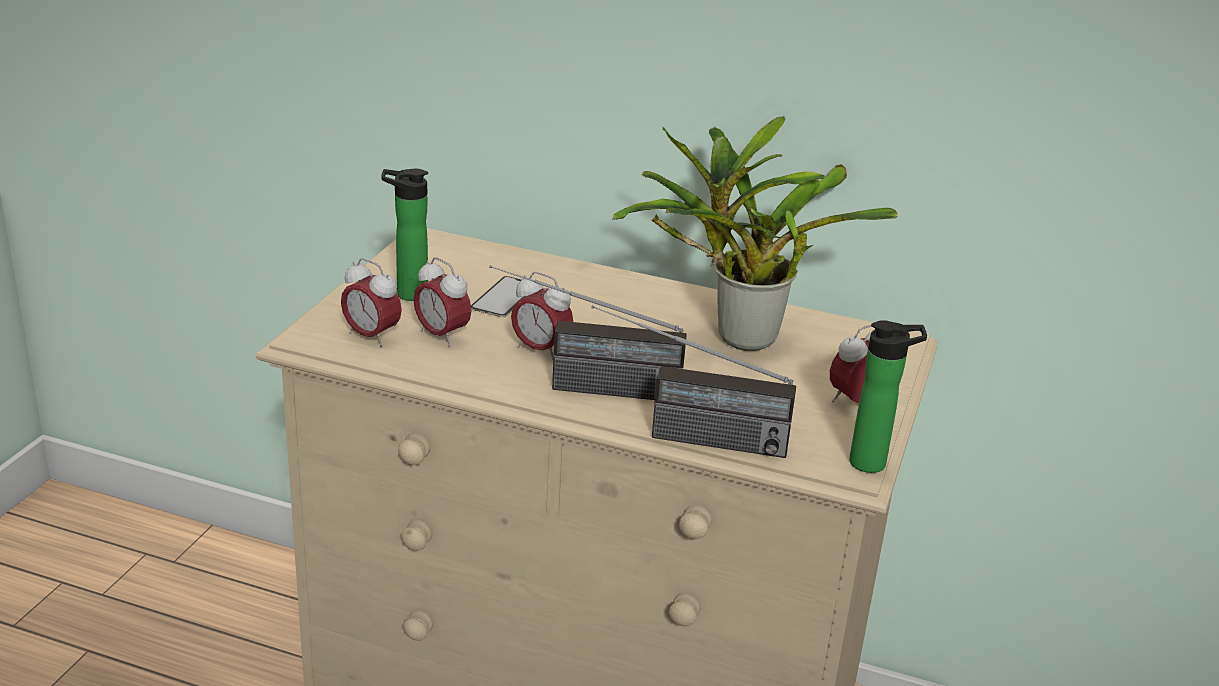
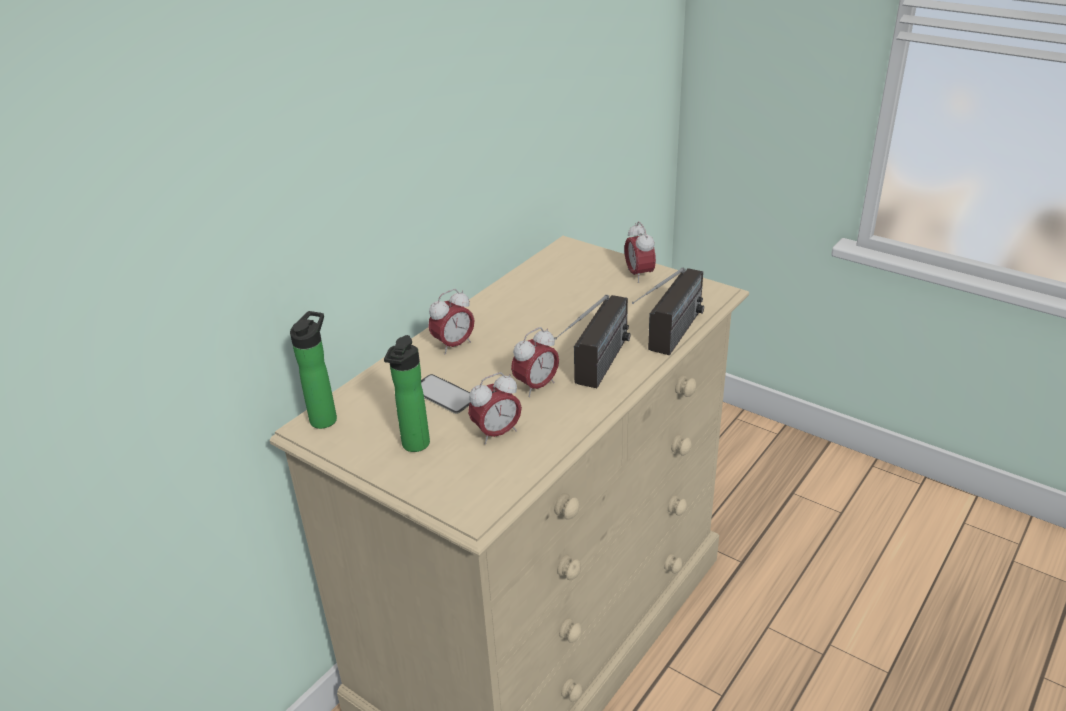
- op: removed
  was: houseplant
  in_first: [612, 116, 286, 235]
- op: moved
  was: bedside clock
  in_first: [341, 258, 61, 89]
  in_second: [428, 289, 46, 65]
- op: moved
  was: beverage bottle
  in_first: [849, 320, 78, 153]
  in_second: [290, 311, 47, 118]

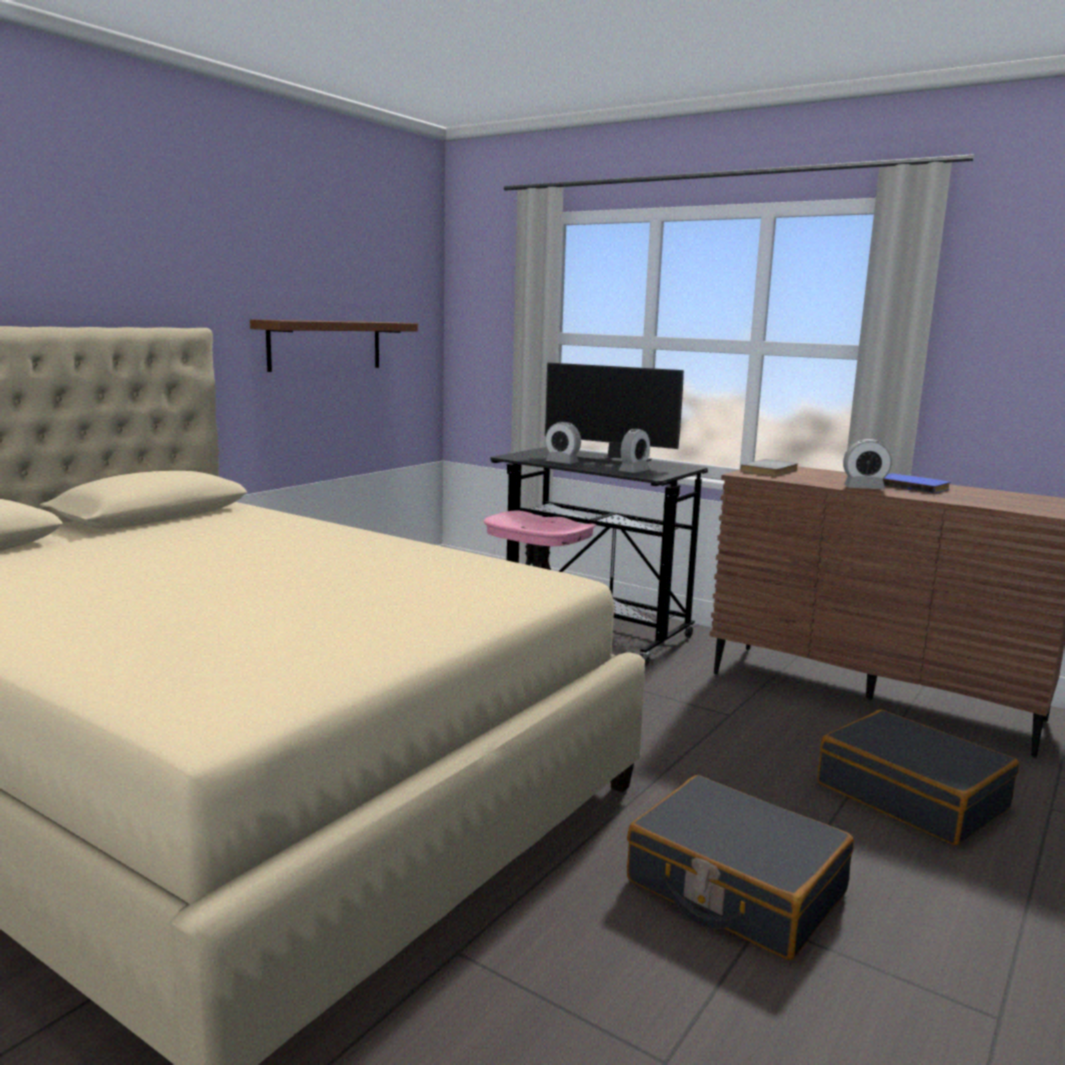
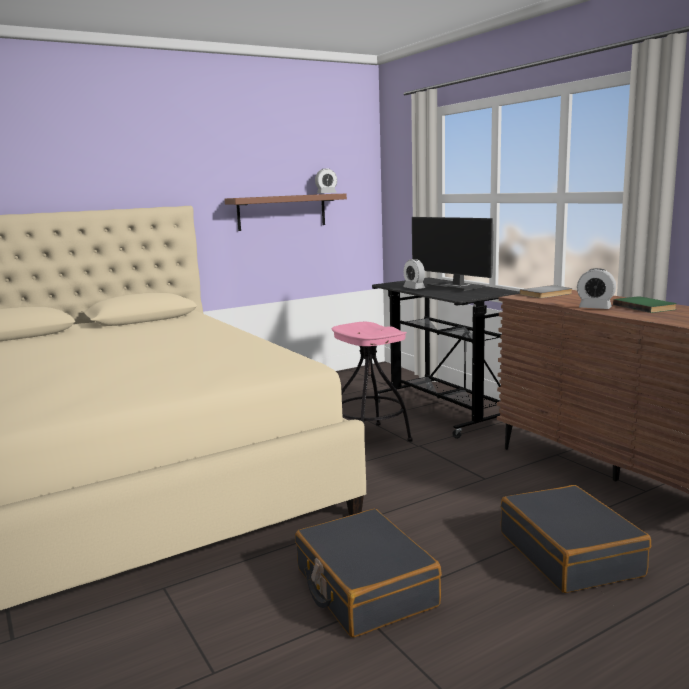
- op: moved
  was: bedside clock
  in_first: [619, 429, 31, 44]
  in_second: [315, 168, 22, 25]
- op: recoloured
  was: bluish bound book
  now: green-coloured bound book
  in_first: [883, 473, 67, 21]
  in_second: [613, 296, 64, 17]

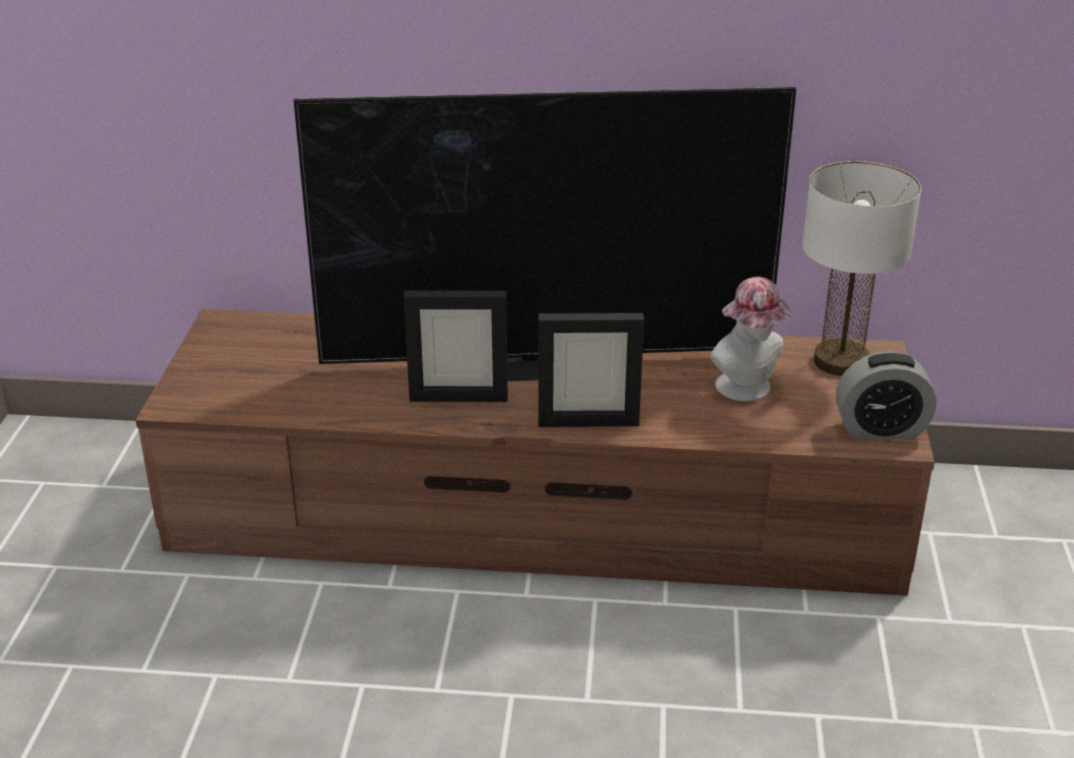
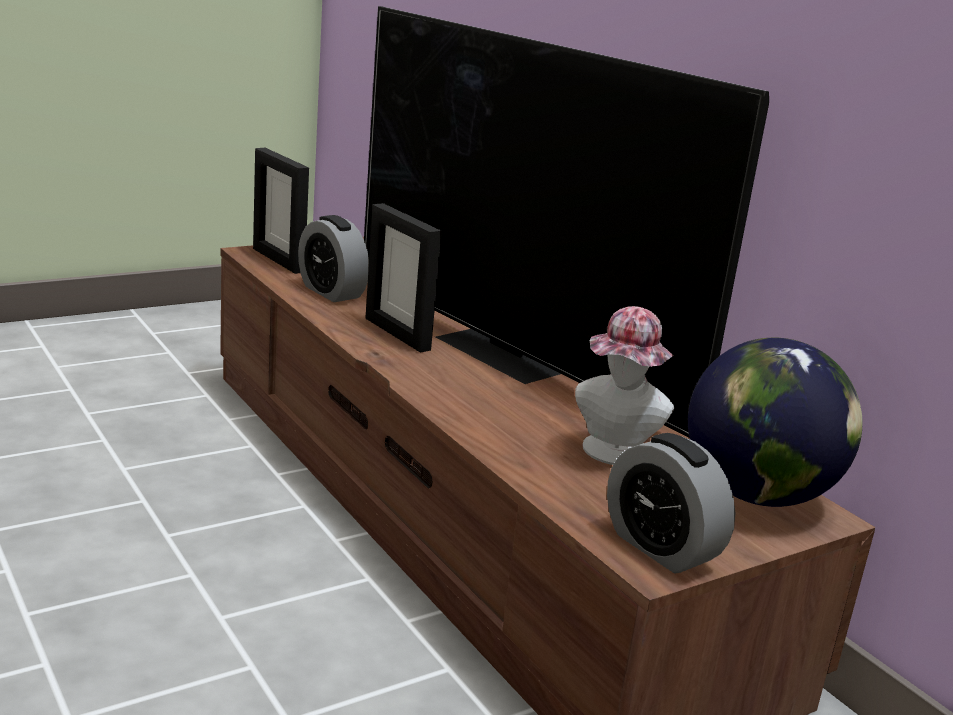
- op: replaced
  was: lamp for a table
  now: desk globe
  in_first: [802, 161, 119, 215]
  in_second: [688, 337, 175, 170]
- op: moved
  was: standing frame
  in_first: [538, 313, 106, 114]
  in_second: [253, 148, 56, 126]
- op: added
  now: bedside clock
  in_second: [298, 215, 71, 87]

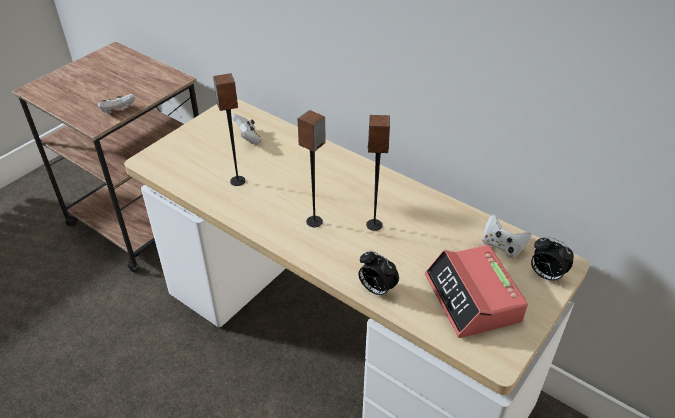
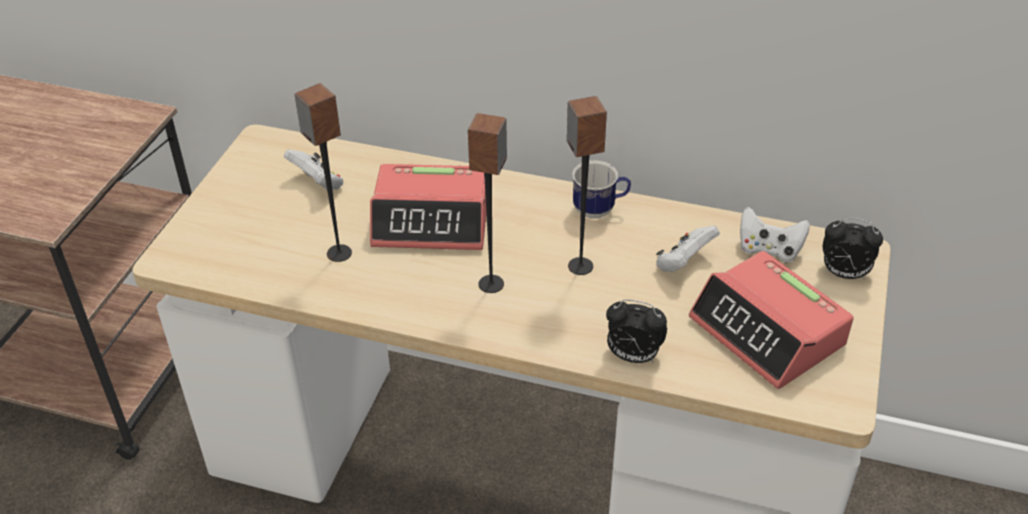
- op: moved
  was: white joypad
  in_first: [98, 94, 37, 20]
  in_second: [656, 226, 64, 46]
- op: added
  now: tea mug
  in_second: [572, 161, 59, 58]
- op: added
  now: bedside clock
  in_second: [370, 164, 117, 86]

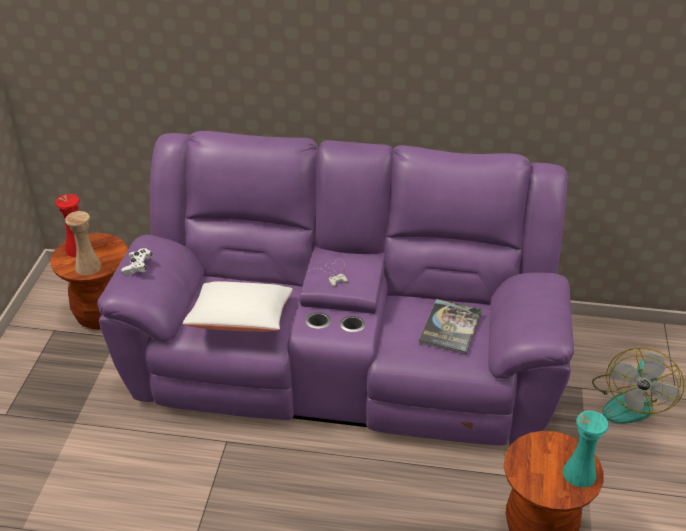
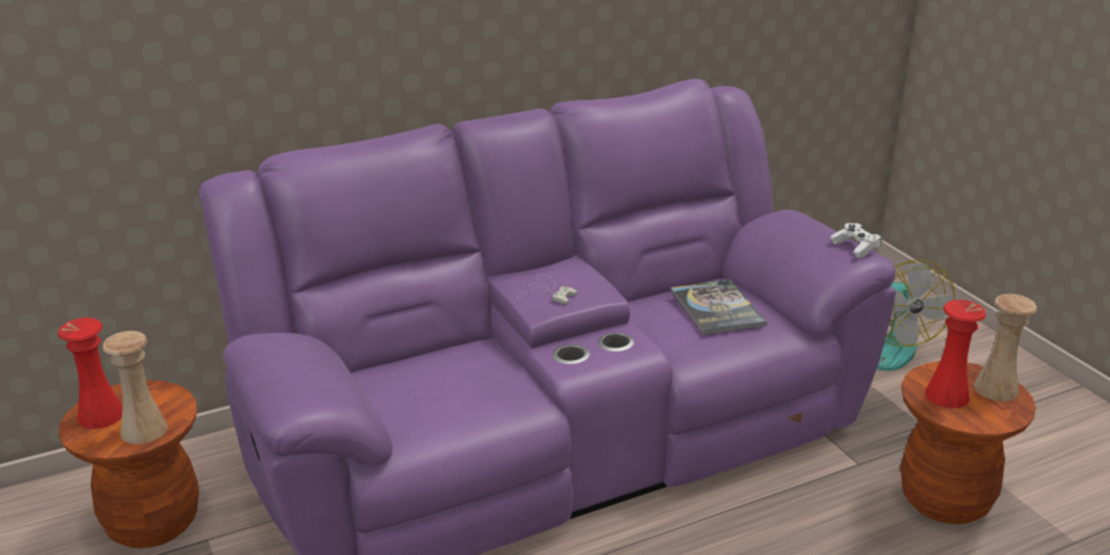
- op: moved
  was: white joypad
  in_first: [121, 248, 31, 27]
  in_second: [830, 223, 52, 35]
- op: removed
  was: white cushion
  in_first: [183, 281, 110, 51]
- op: recoloured
  was: blue-green decorative vase
  now: beige decorative vase
  in_first: [563, 411, 46, 76]
  in_second: [974, 294, 63, 107]
- op: added
  now: reddish decorative vase
  in_second: [925, 300, 61, 108]

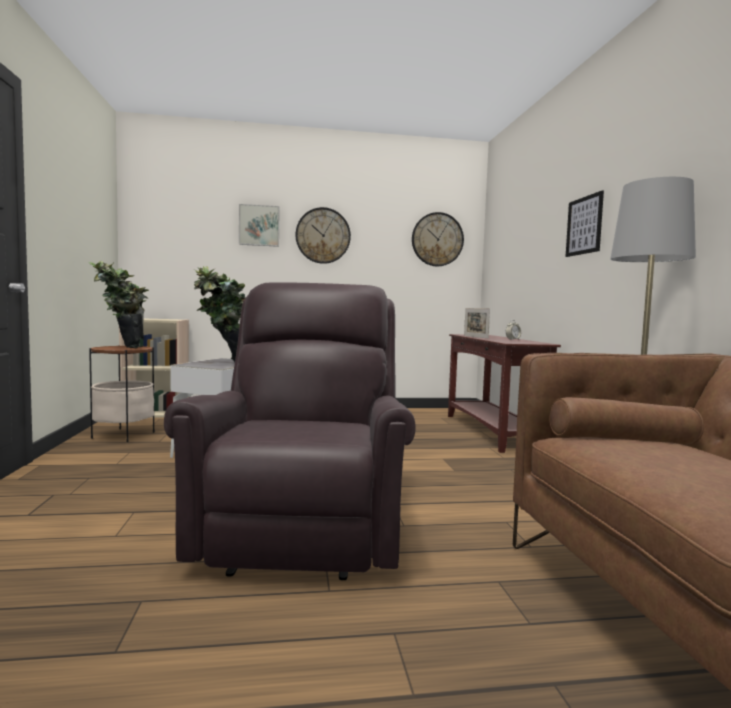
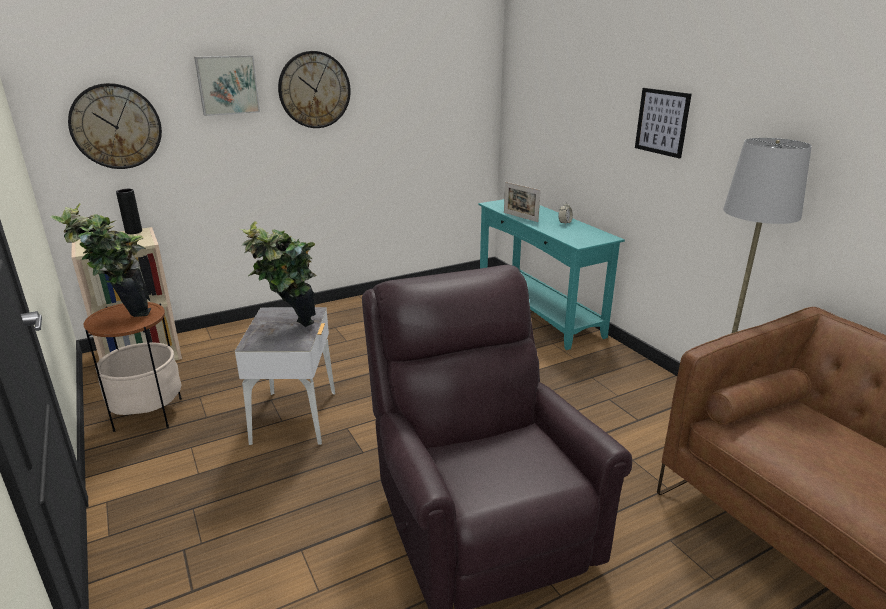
- op: moved
  was: hanging clock
  in_first: [412, 212, 52, 54]
  in_second: [68, 83, 94, 86]
- op: recoloured
  was: brown console table
  now: blue-green console table
  in_first: [448, 334, 113, 119]
  in_second: [478, 199, 147, 151]
- op: added
  now: blackish decorative vase
  in_second: [116, 189, 26, 45]

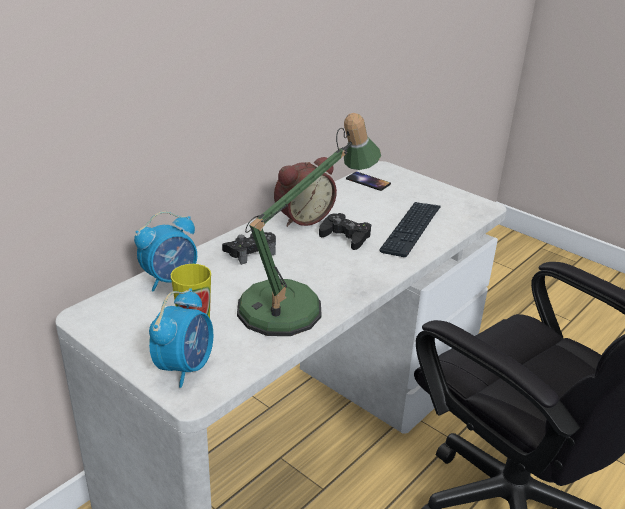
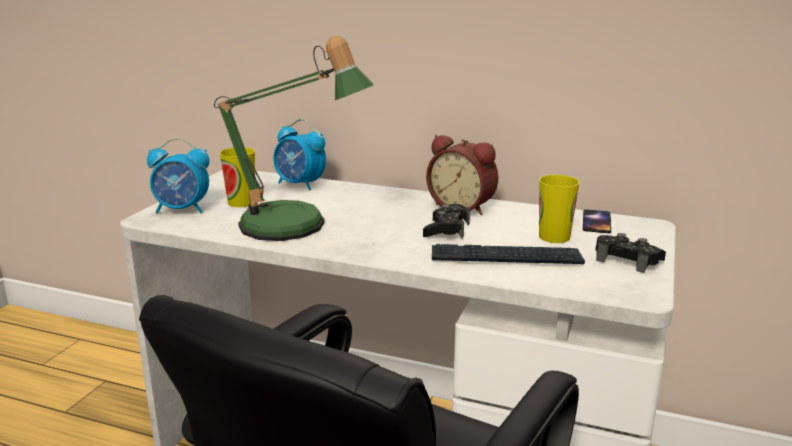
- op: moved
  was: blackish joypad
  in_first: [222, 232, 54, 33]
  in_second: [596, 233, 70, 40]
- op: added
  now: small cup
  in_second: [539, 175, 41, 68]

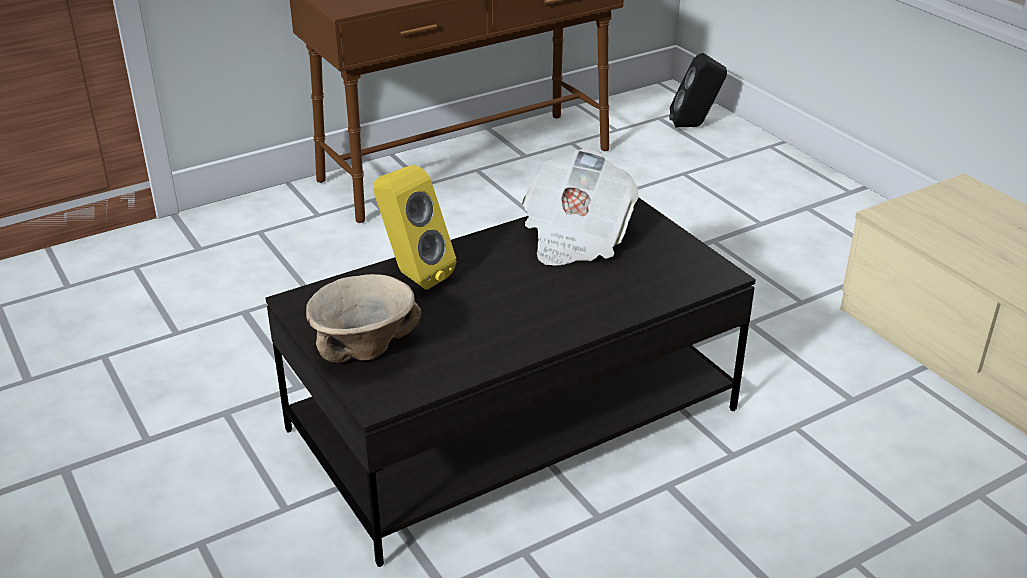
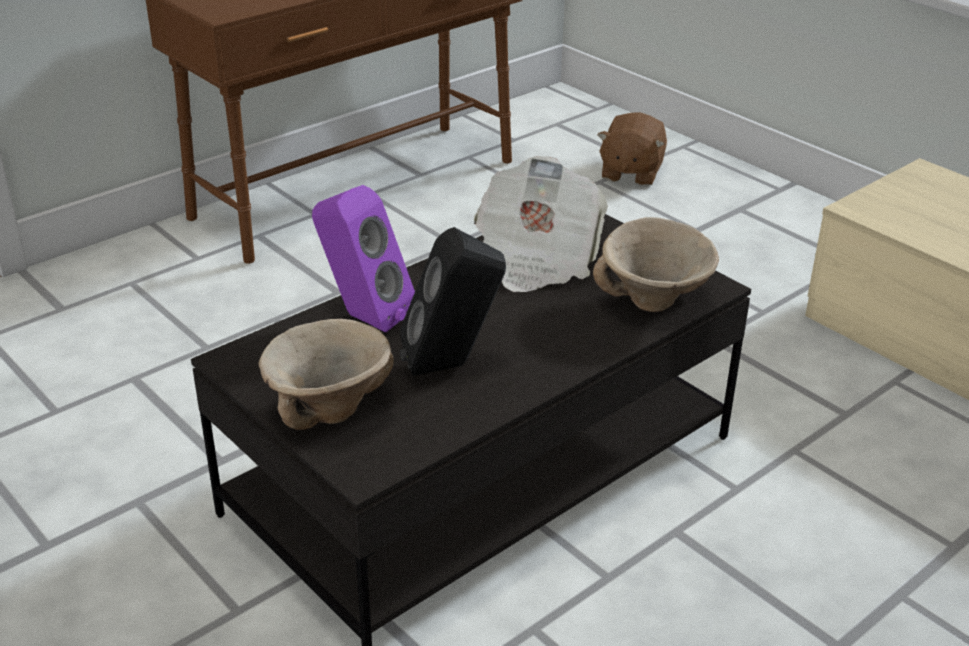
- op: moved
  was: blackish audio speaker
  in_first: [669, 53, 58, 74]
  in_second: [400, 227, 106, 149]
- op: recoloured
  was: yellow-coloured audio speaker
  now: purple-coloured audio speaker
  in_first: [373, 165, 83, 125]
  in_second: [312, 185, 103, 147]
- op: added
  now: brown cuddly toy
  in_second: [597, 112, 70, 74]
- op: added
  now: beige serving bowl
  in_second: [593, 217, 126, 95]

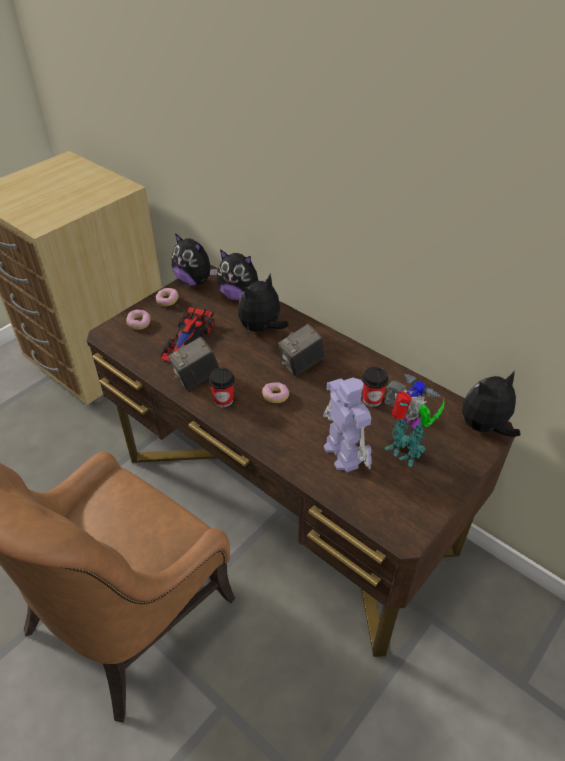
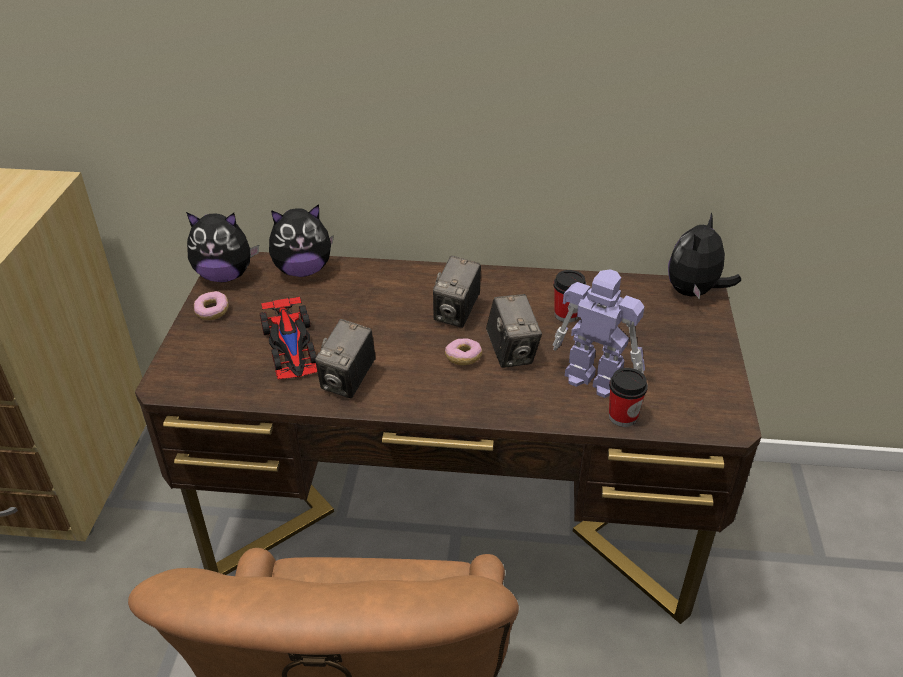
- op: removed
  was: cuddly toy
  in_first: [238, 273, 51, 59]
- op: removed
  was: doughnut
  in_first: [126, 309, 24, 21]
- op: moved
  was: small cup
  in_first: [209, 367, 26, 41]
  in_second: [609, 368, 39, 59]
- op: removed
  was: toy robot
  in_first: [385, 374, 60, 93]
- op: added
  now: photo camera
  in_second: [486, 294, 56, 74]

